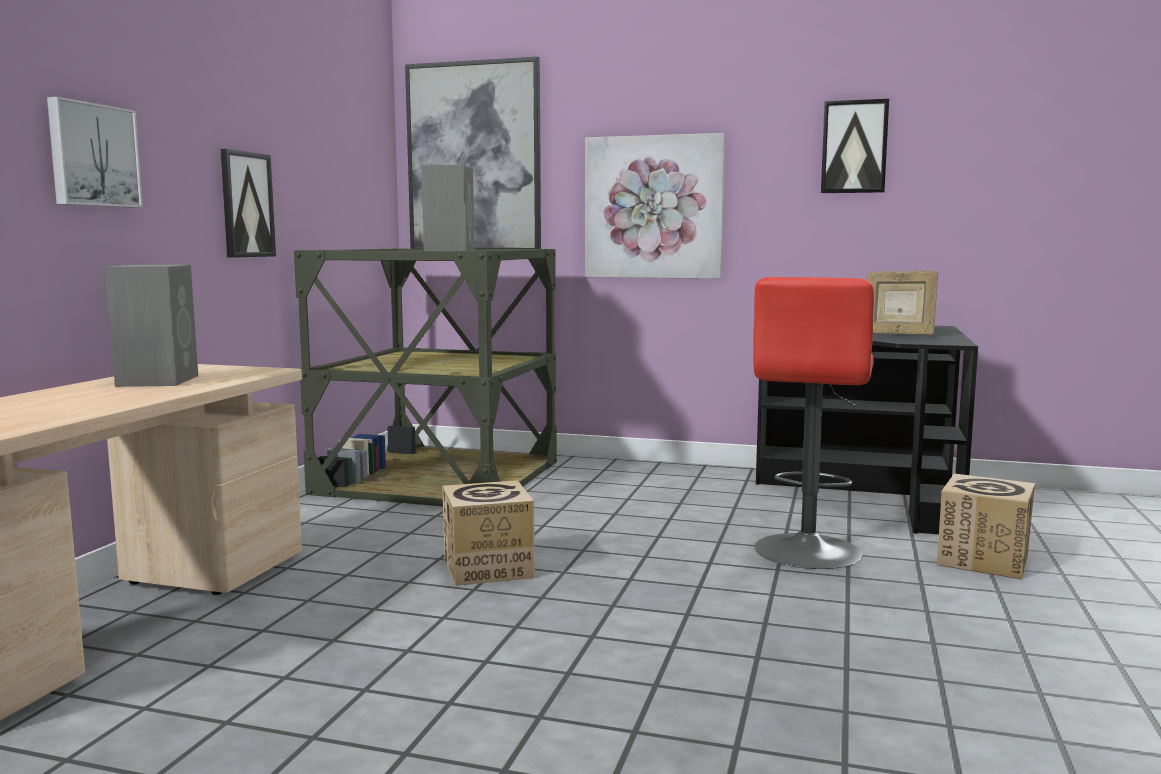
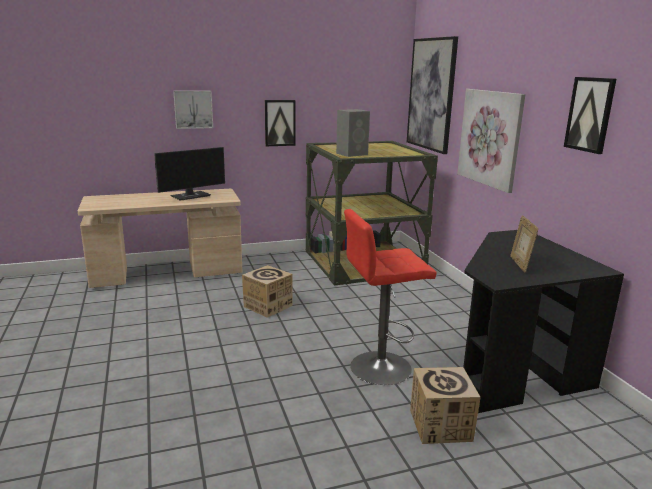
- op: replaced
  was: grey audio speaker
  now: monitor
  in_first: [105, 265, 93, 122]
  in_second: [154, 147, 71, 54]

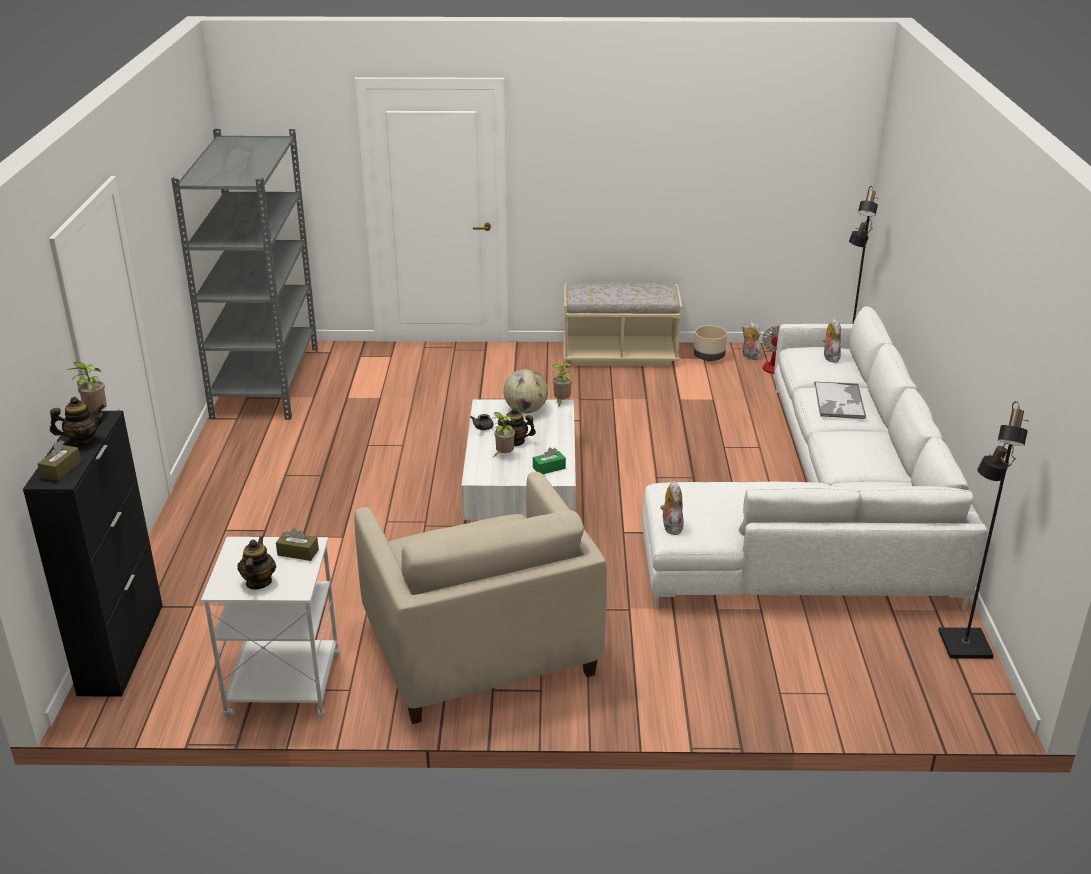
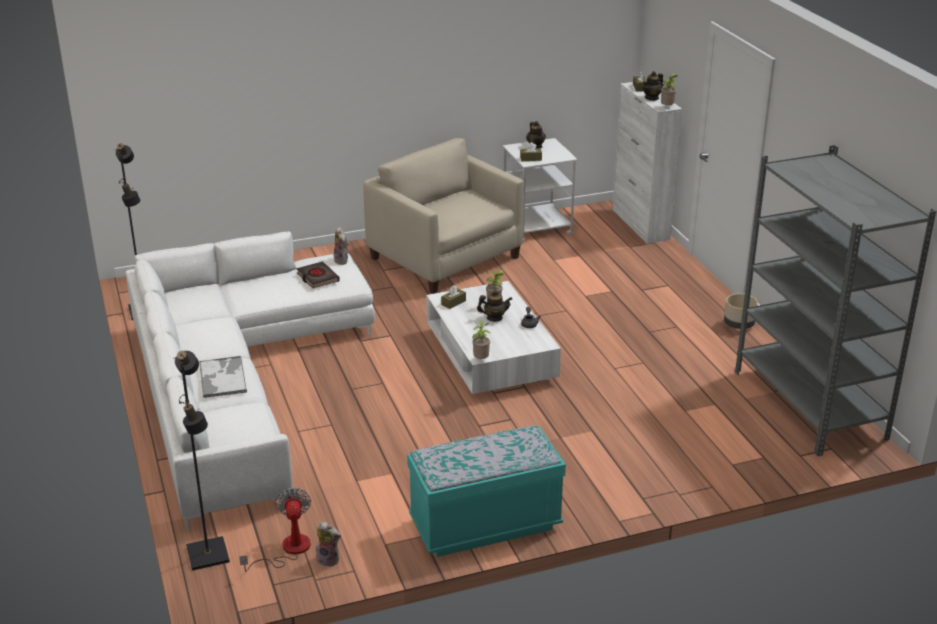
- op: recoloured
  was: beige indoor bench
  now: blue-green indoor bench
  in_first: [564, 283, 118, 83]
  in_second: [407, 425, 159, 132]
- op: removed
  was: cuddly toy
  in_first: [823, 319, 18, 44]
- op: moved
  was: beige plant pot
  in_first: [694, 326, 33, 35]
  in_second: [724, 294, 34, 35]
- op: removed
  was: desk globe
  in_first: [504, 369, 44, 44]
- op: recoloured
  was: blackish cabinet
  now: white cabinet
  in_first: [23, 411, 140, 286]
  in_second: [613, 82, 69, 162]
- op: recoloured
  was: green-coloured tissue holder
  now: brown tissue holder
  in_first: [533, 447, 33, 27]
  in_second: [441, 285, 25, 24]
- op: added
  now: blackish bound book
  in_second: [297, 262, 43, 26]

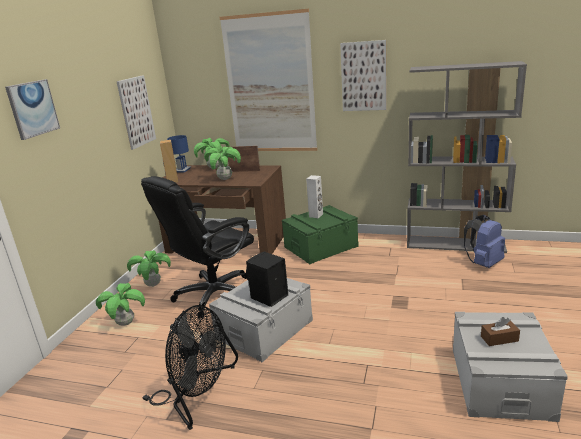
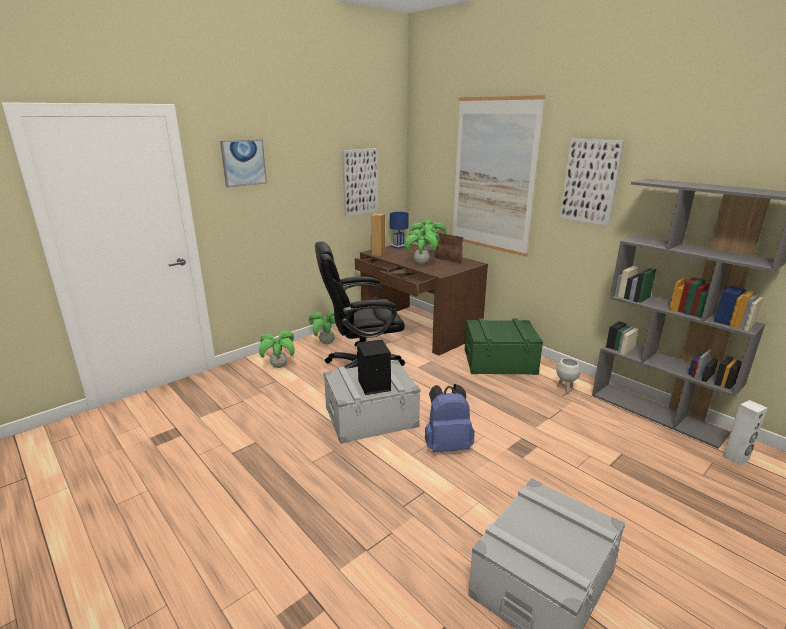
- op: moved
  was: white audio speaker
  in_first: [306, 175, 17, 43]
  in_second: [723, 400, 44, 66]
- op: moved
  was: bluish knapsack
  in_first: [464, 215, 41, 53]
  in_second: [425, 384, 50, 68]
- op: removed
  was: blackish fan
  in_first: [143, 305, 95, 125]
- op: removed
  was: brown tissue holder
  in_first: [481, 317, 39, 29]
- op: added
  now: white plant pot
  in_second: [557, 358, 24, 36]

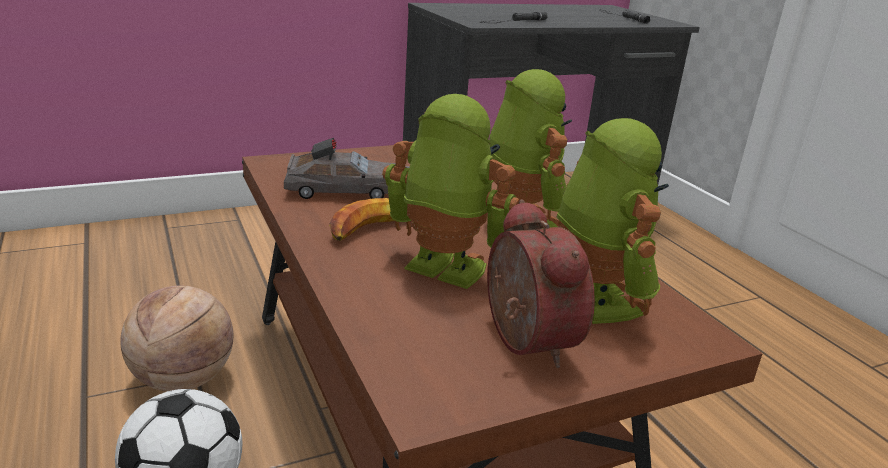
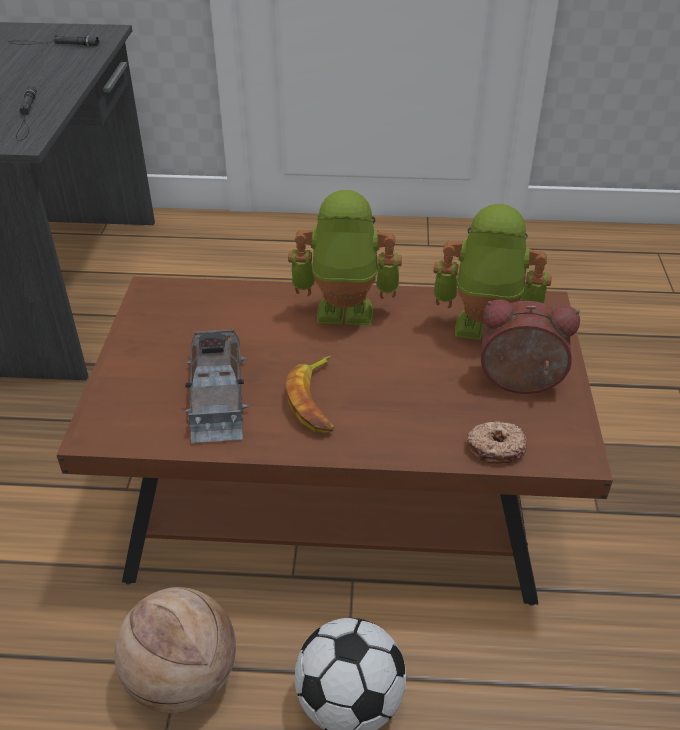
- op: removed
  was: toy robot
  in_first: [382, 94, 137, 195]
- op: turned
  was: grey model car
  in_first: [284, 138, 125, 61]
  in_second: [184, 329, 65, 114]
  clockwise: 150
- op: added
  now: doughnut
  in_second: [467, 421, 60, 43]

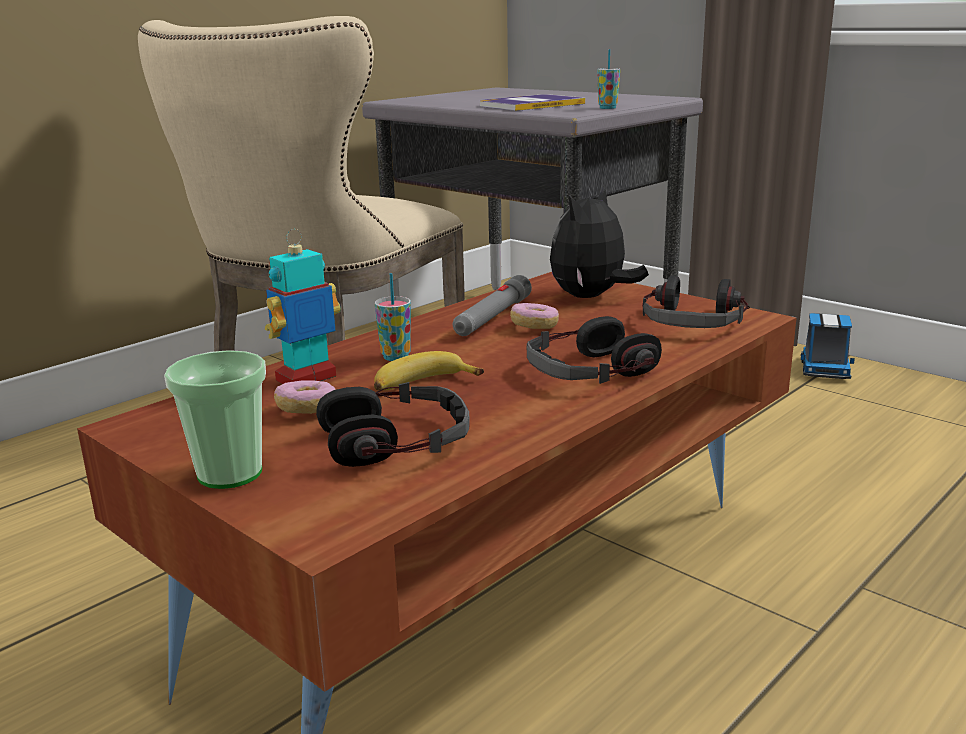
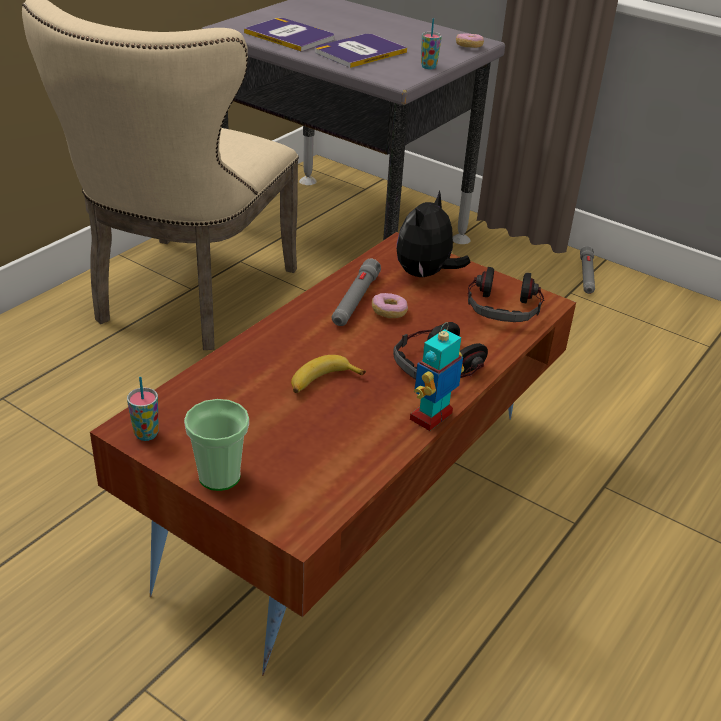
- op: moved
  was: toy robot
  in_first: [265, 229, 76, 155]
  in_second: [410, 322, 54, 109]
- op: moved
  was: small cup
  in_first: [375, 273, 36, 88]
  in_second: [127, 377, 32, 64]
- op: replaced
  was: toy lorry
  now: grey torch
  in_first: [800, 313, 55, 66]
  in_second: [580, 246, 15, 48]
- op: moved
  was: doughnut
  in_first: [274, 380, 62, 34]
  in_second: [456, 33, 28, 15]
- op: removed
  was: headphones
  in_first: [316, 382, 154, 85]
- op: added
  now: bound book
  in_second: [244, 18, 90, 34]

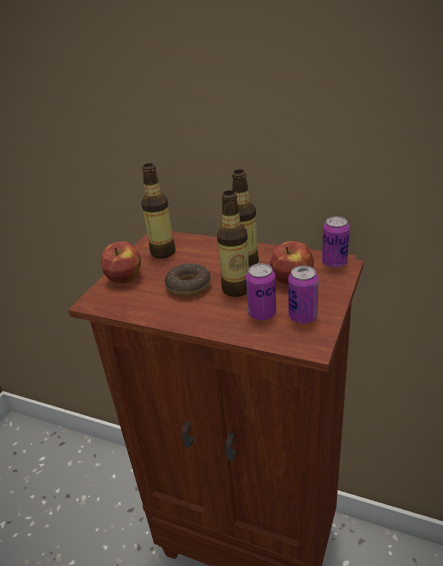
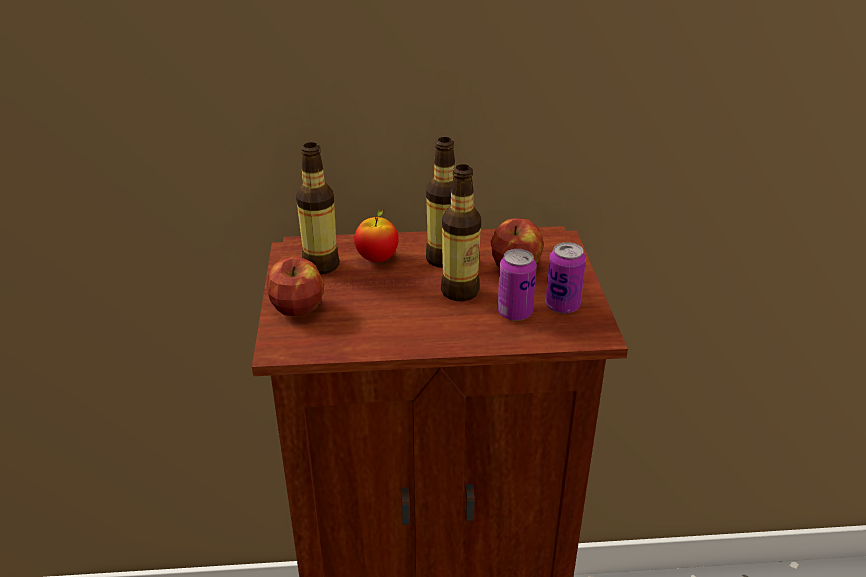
- op: removed
  was: can
  in_first: [322, 216, 28, 52]
- op: removed
  was: doughnut
  in_first: [165, 263, 46, 34]
- op: added
  now: apple
  in_second: [354, 210, 45, 52]

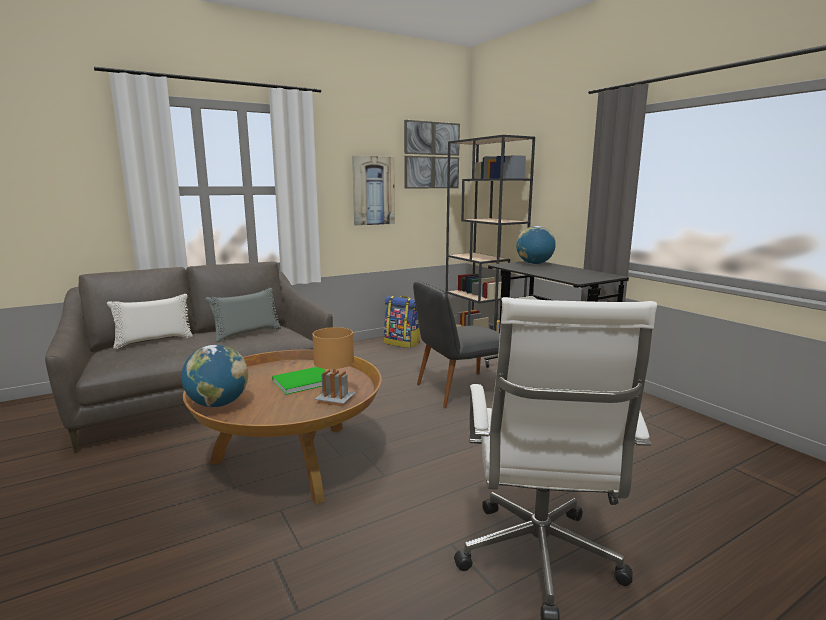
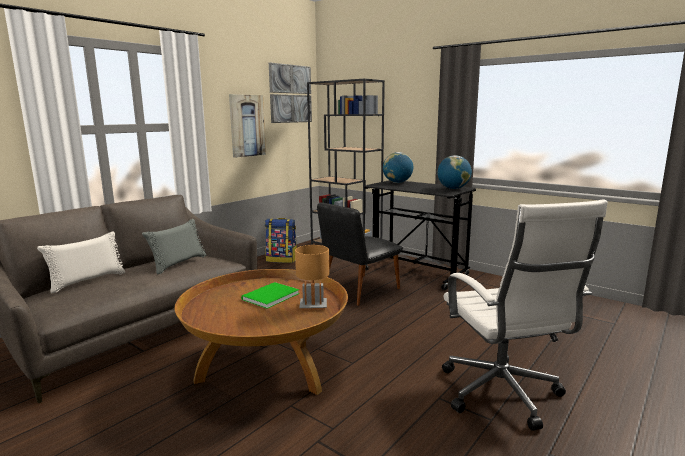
- op: moved
  was: desk globe
  in_first: [181, 344, 67, 63]
  in_second: [437, 155, 35, 34]

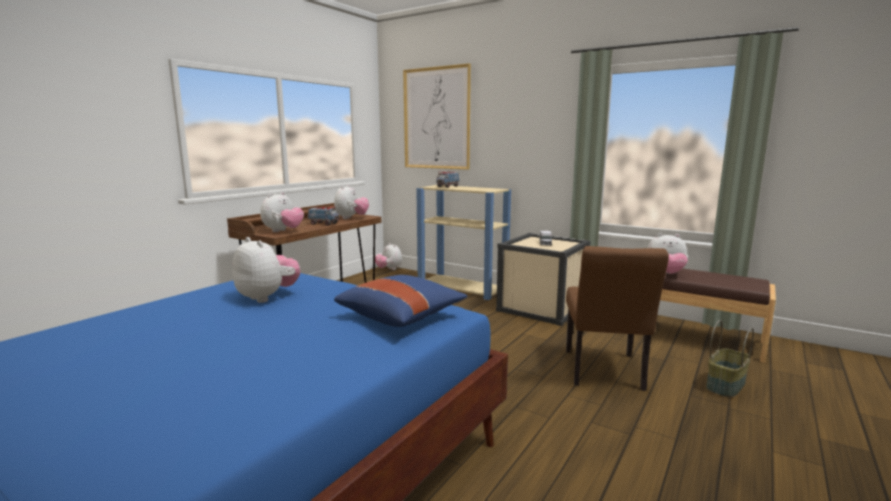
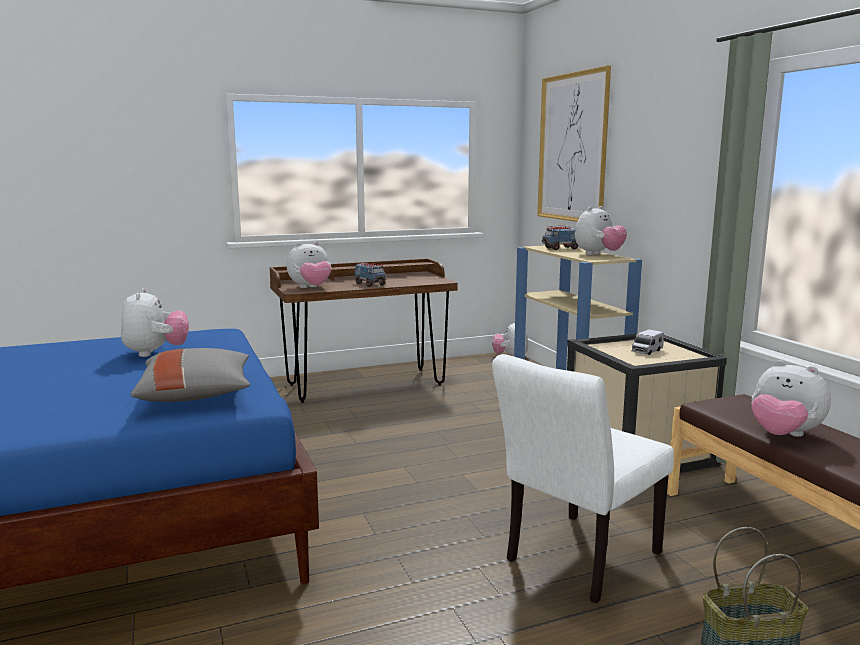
- op: moved
  was: cuddly toy
  in_first: [334, 184, 35, 35]
  in_second: [575, 206, 52, 49]
- op: recoloured
  was: brown upright chair
  now: white upright chair
  in_first: [566, 246, 103, 145]
  in_second: [492, 354, 182, 249]
- op: recoloured
  was: bluish cushion
  now: grey cushion
  in_first: [334, 275, 134, 52]
  in_second: [131, 348, 119, 54]

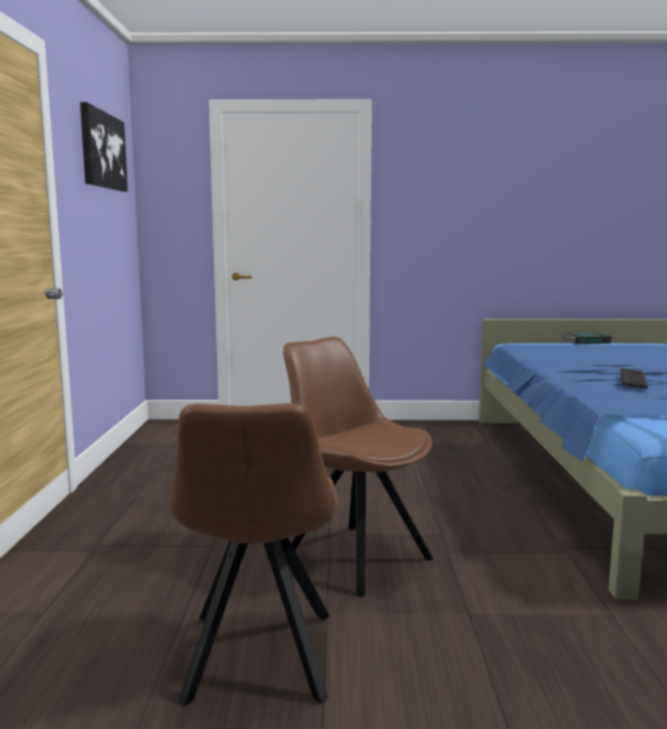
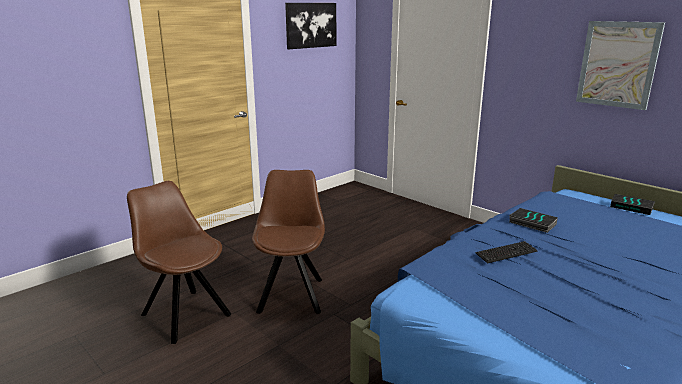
- op: turned
  was: brown upright chair
  in_first: [169, 403, 169, 303]
  in_second: [127, 181, 104, 163]
  clockwise: 90
- op: added
  now: picture
  in_second: [576, 21, 89, 89]
- op: added
  now: bound book
  in_second: [509, 208, 49, 25]

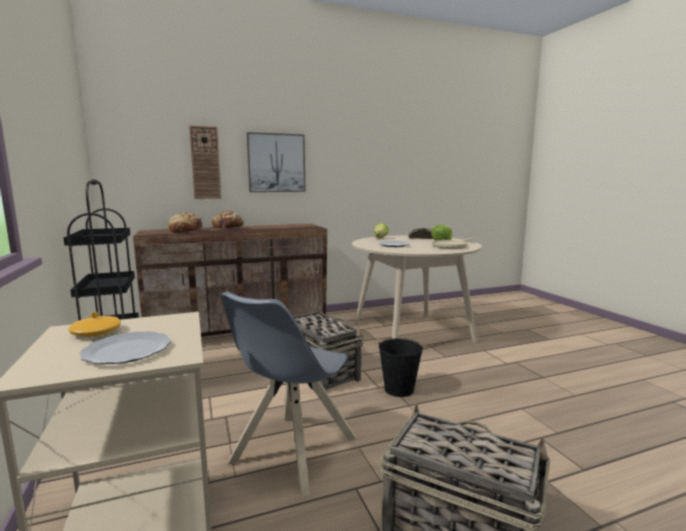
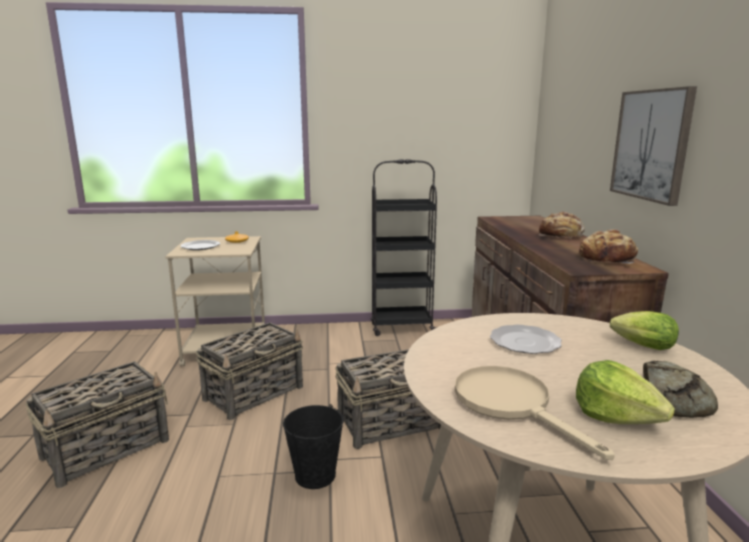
- op: removed
  was: hanging clock
  in_first: [189, 125, 33, 74]
- op: moved
  was: bread
  in_first: [168, 212, 38, 20]
  in_second: [579, 229, 59, 35]
- op: replaced
  was: grey upright chair
  now: basket
  in_first: [221, 291, 135, 206]
  in_second: [196, 322, 107, 98]

